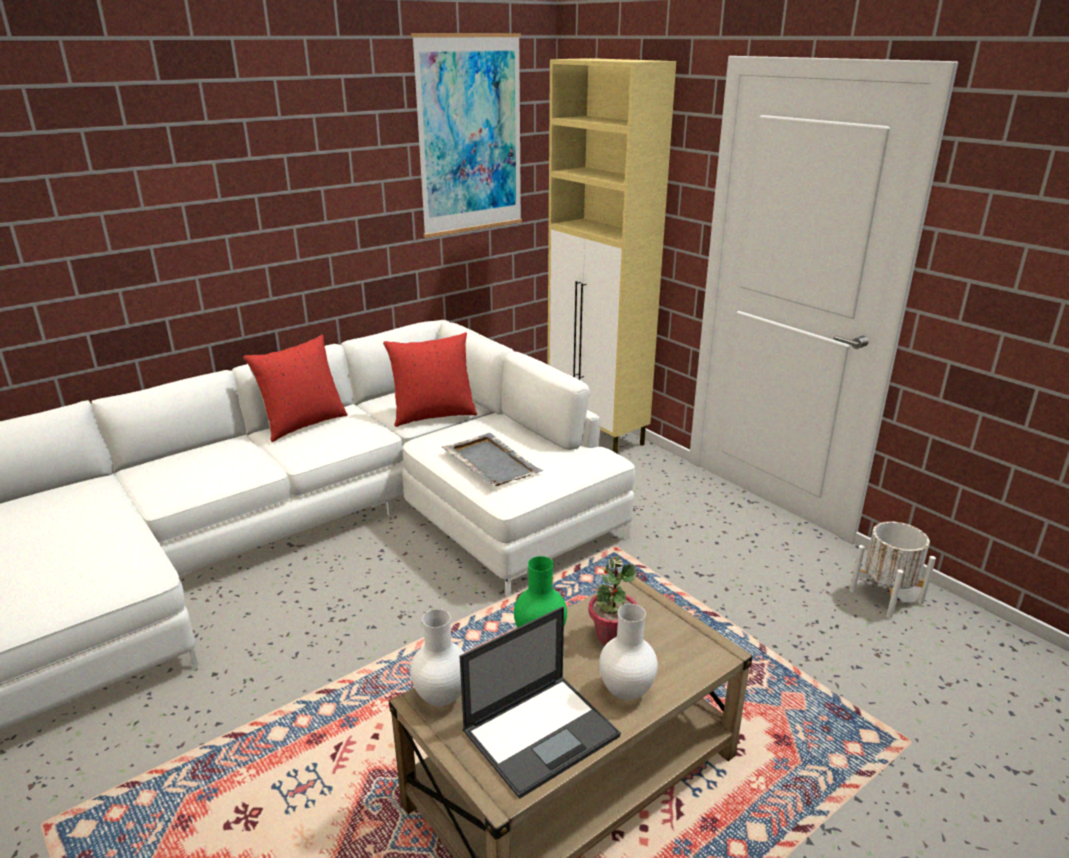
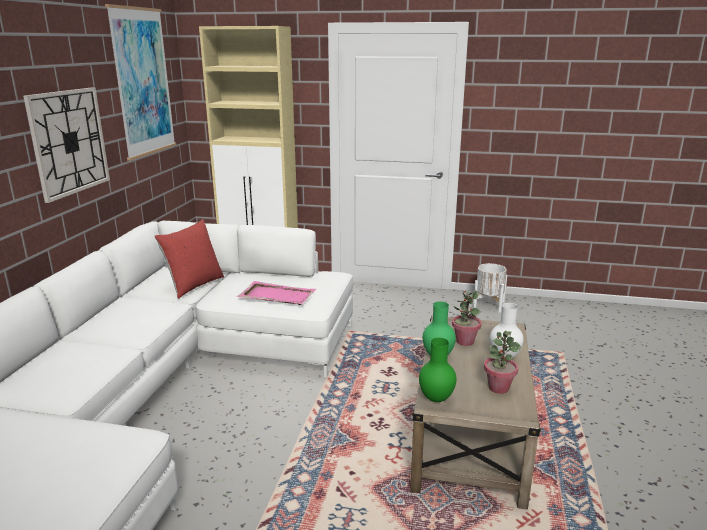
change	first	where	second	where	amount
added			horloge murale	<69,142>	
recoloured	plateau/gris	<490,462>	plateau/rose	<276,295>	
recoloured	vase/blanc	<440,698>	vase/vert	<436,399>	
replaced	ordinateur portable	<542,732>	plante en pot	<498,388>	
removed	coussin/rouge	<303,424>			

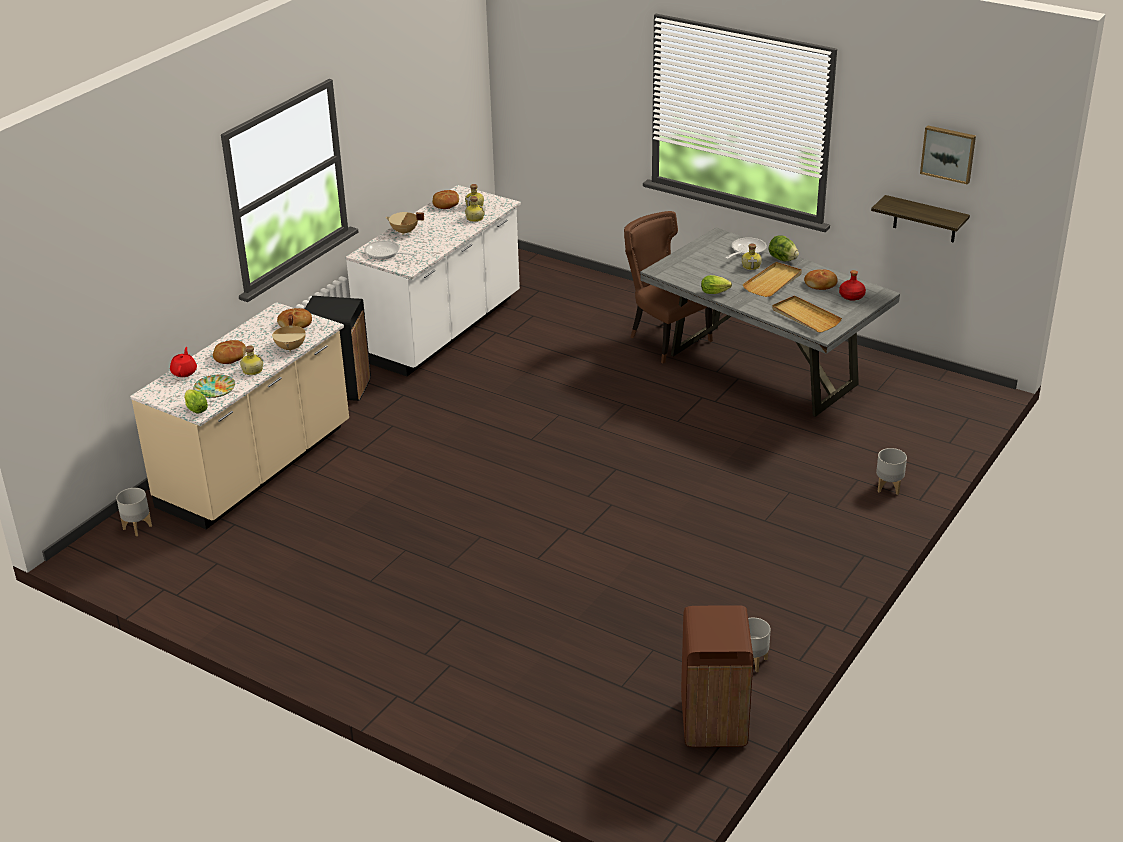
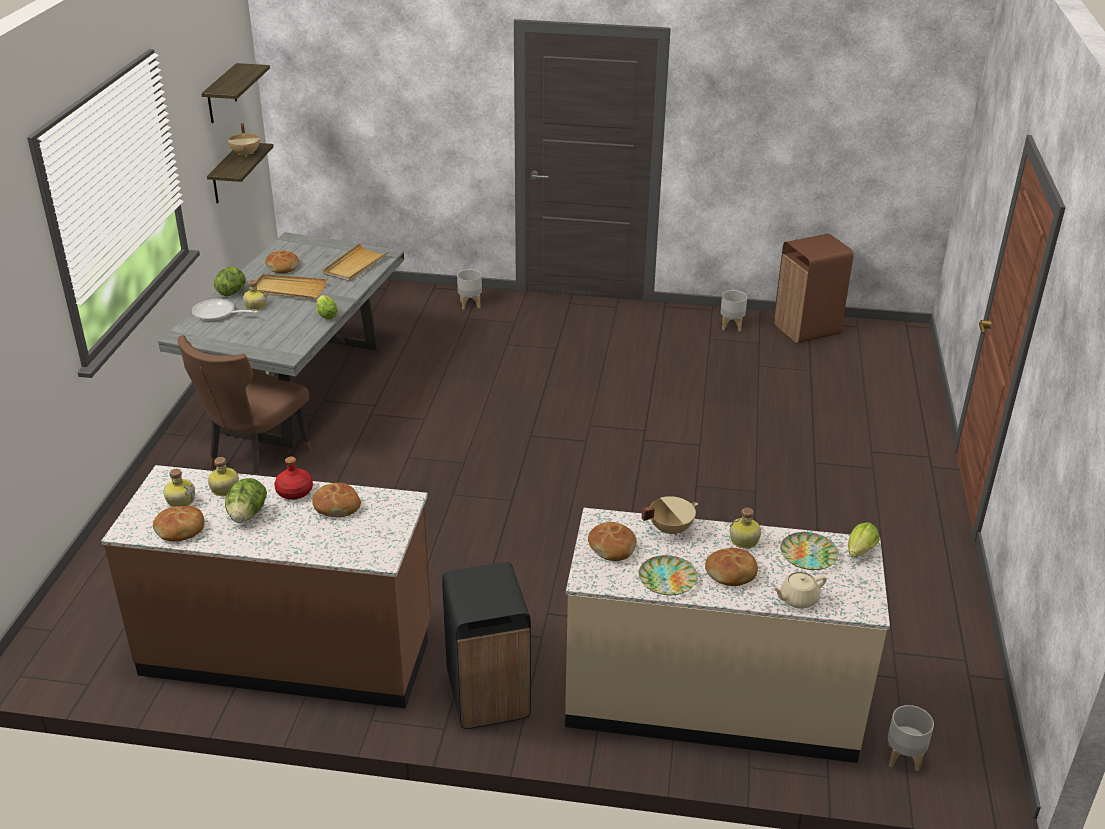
change	first	where	second	where	amount
recoloured	comptoir de cuisine/blanc	<442,330>	comptoir de cuisine/marron	<289,650>	
replaced	tableau	<948,153>	étagère	<221,94>	
added			laitue	<247,515>	
moved	marmite/beige	<404,232>		<246,154>	
moved	bouteille/rouge	<851,296>		<295,491>	
added			pain	<337,506>	
added			assiette	<667,579>	
recoloured	théière/rouge	<184,372>	théière/beige	<797,599>	
removed	poêle	<385,253>			

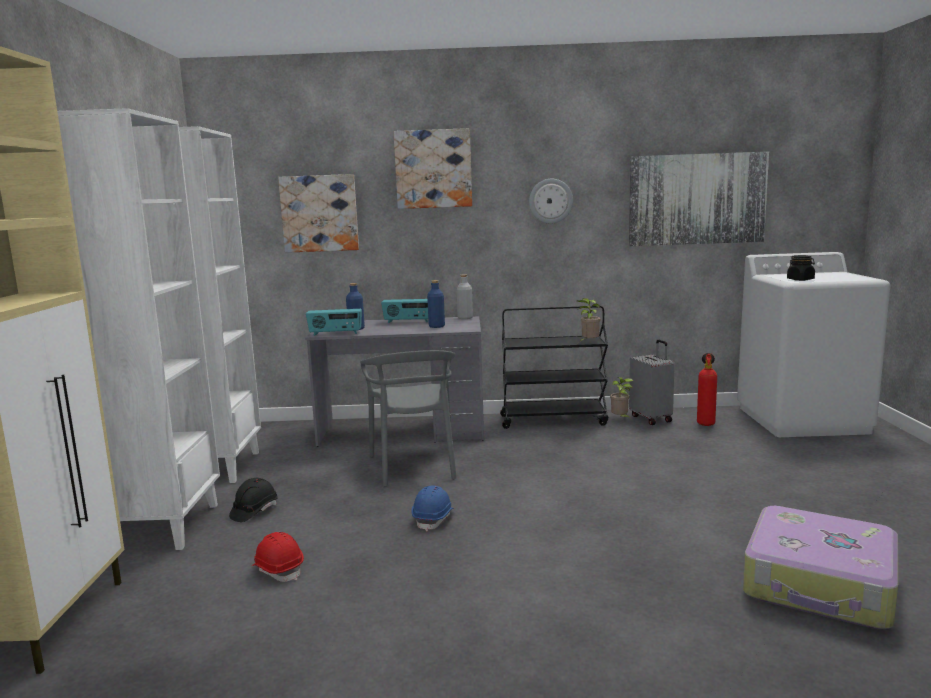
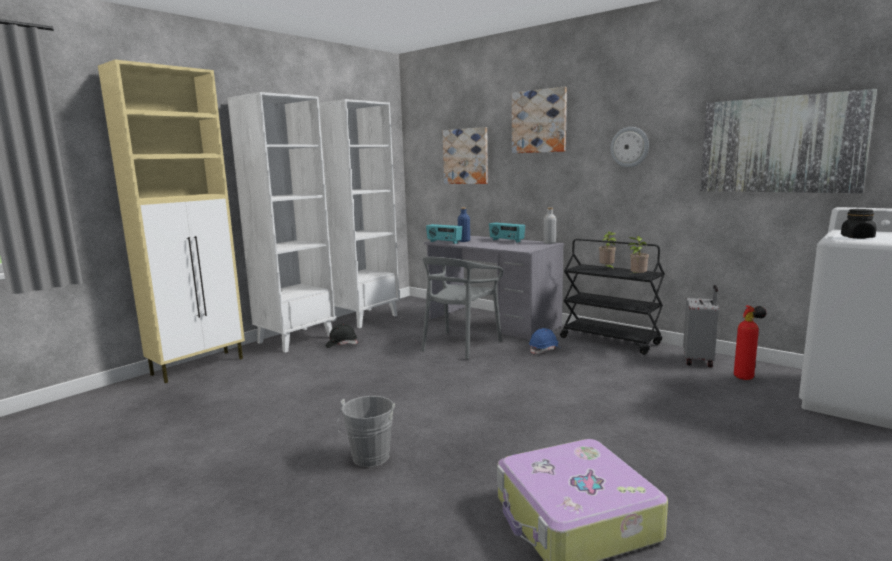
change	first	where	second	where	amount
added			seau/gris	<369,459>	
moved	casque de chantier/bleu	<434,519>		<545,350>	
moved	plante en pot	<620,419>		<607,268>	
removed	casque de chantier/rouge	<278,570>			
removed	bouteille/bleu	<436,326>			

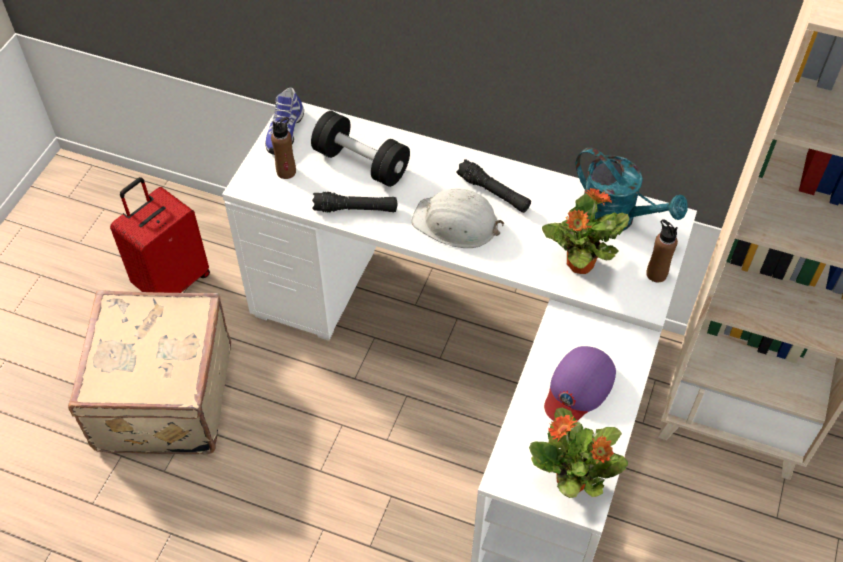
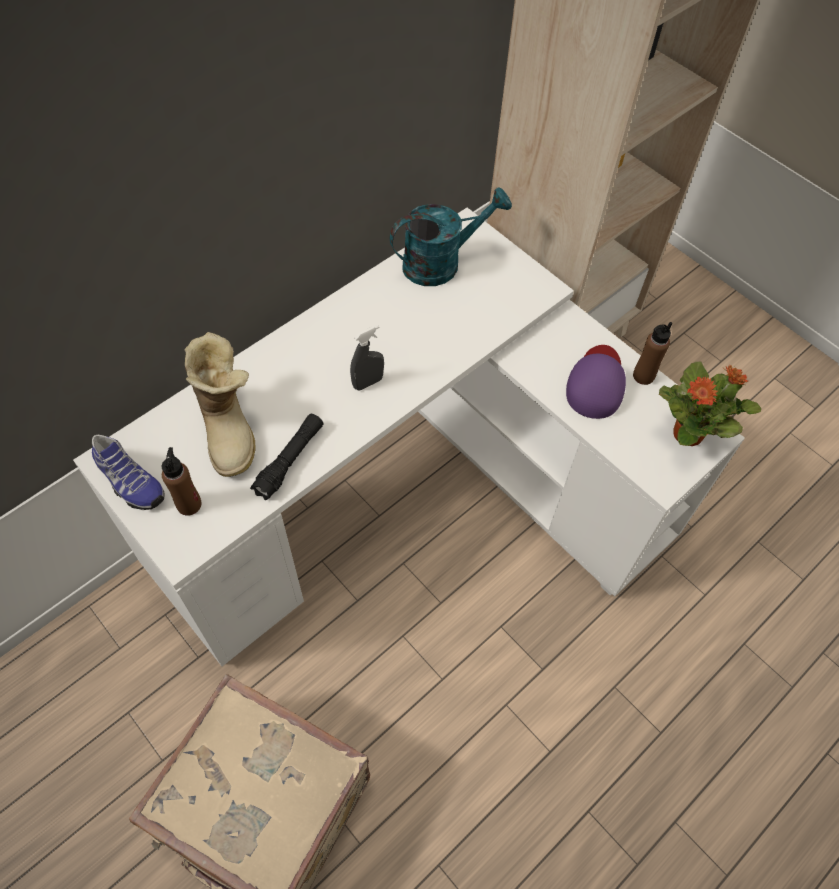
change	first	where	second	where	amount
replaced	haltère/noir	<361,163>	botte	<230,428>	
replaced	casque de chantier/blanc	<456,223>	vaporisateur/gris	<368,382>	
turned	casquette/violet	<578,388>		<596,383>	135 degrees counterclockwise
moved	bouteille/marron	<656,274>		<643,376>	
removed	valise/rouge	<172,281>			
removed	lampe de poche/noir	<493,192>			
removed	plante en pot	<579,264>			

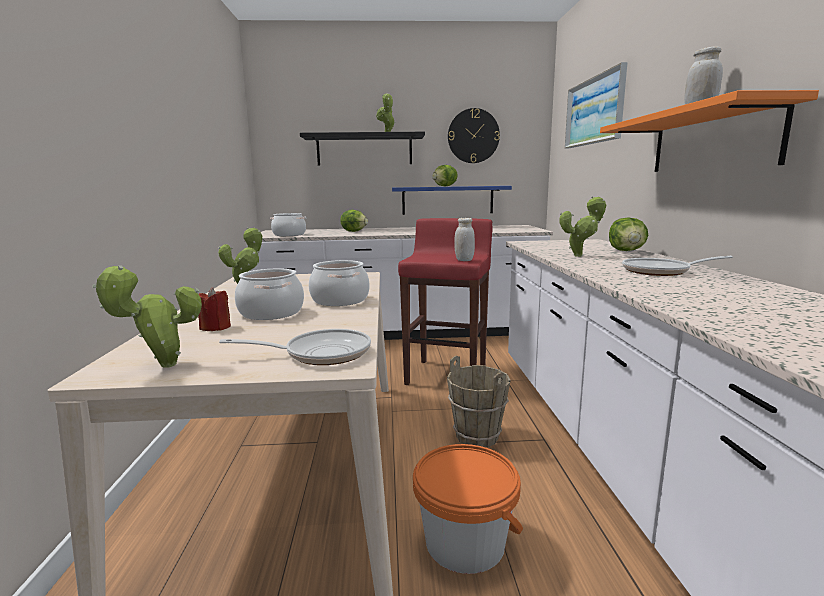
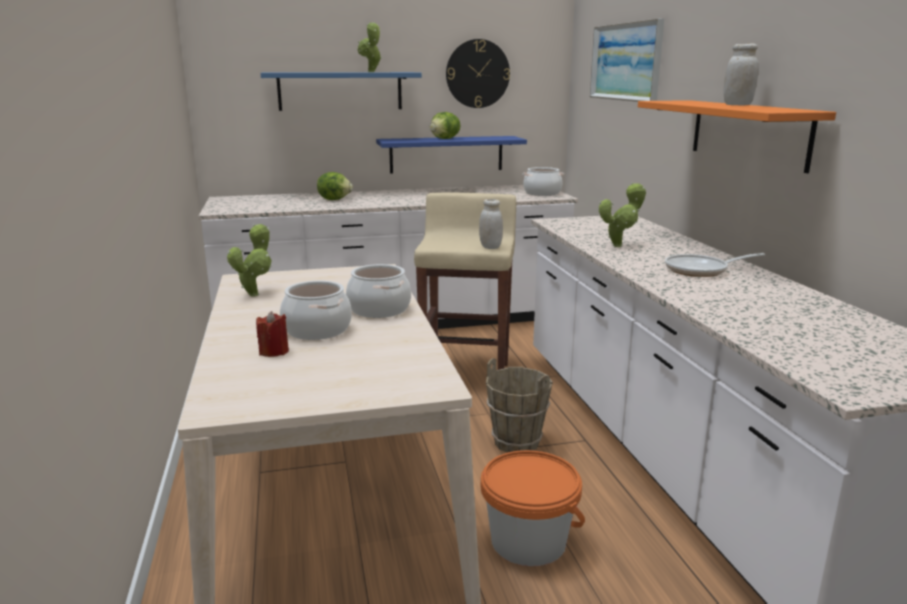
change	first	where	second	where	amount
recoloured	étagère/noir	<364,150>	étagère/bleu	<340,91>	
recoloured	tabouret/rouge	<447,375>	tabouret/beige	<466,376>	
moved	marmite	<289,235>		<542,193>	
removed	plante en pot	<162,366>			
removed	poêle	<320,354>			
removed	laitue	<627,251>			

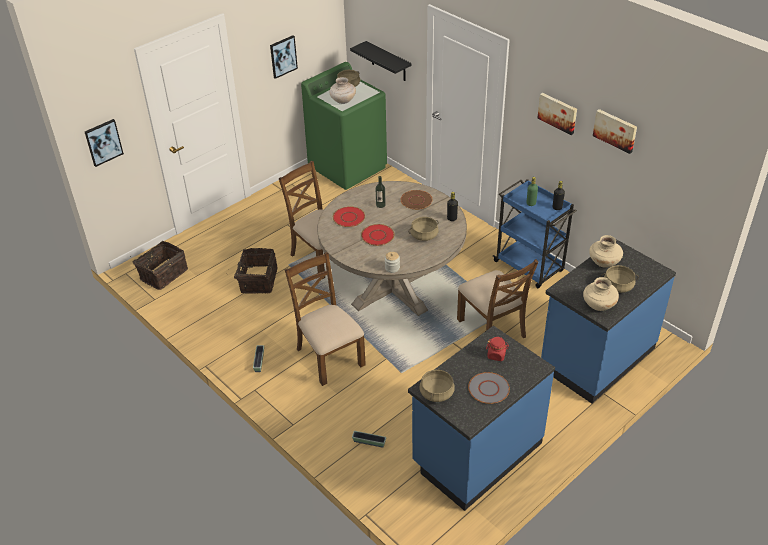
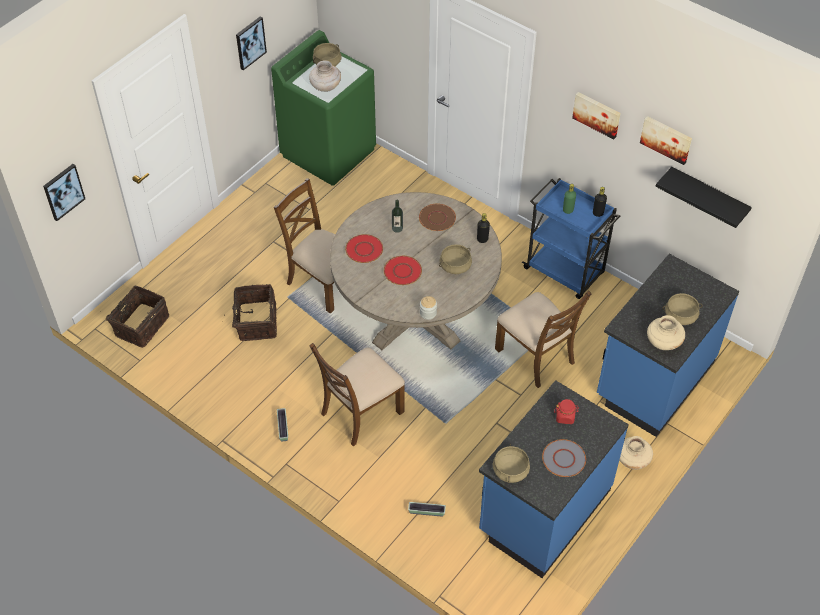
change	first	where	second	where	amount
turned	chaise/marron	<329,356>		<361,412>	90 degrees counterclockwise
moved	vase/beige	<604,262>		<632,460>	
moved	étagère/noir	<388,62>		<708,197>	

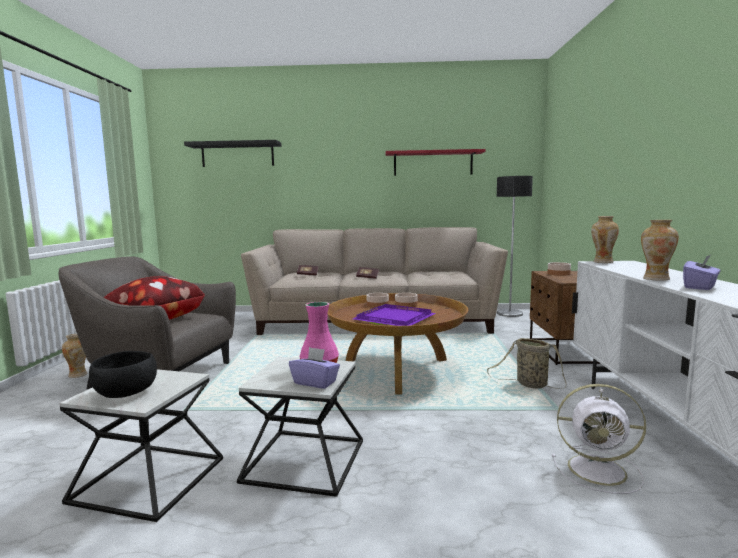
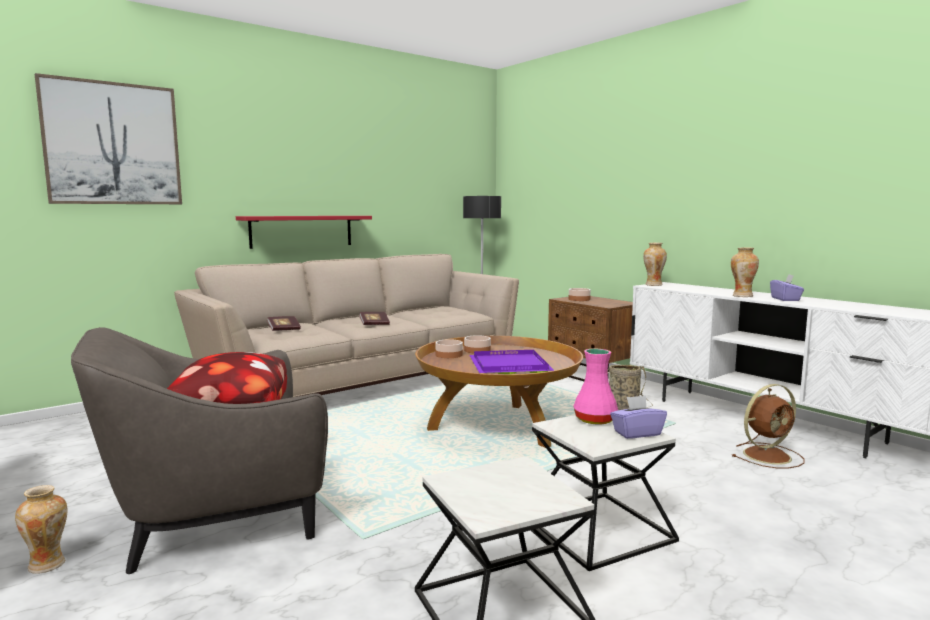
change	first	where	second	where	amount
replaced	étagère/noir	<237,155>	tableau	<113,144>	
moved	étagère/rouge	<433,163>		<302,231>	
recoloured	ventilateur/blanc	<599,470>	ventilateur/marron	<768,455>	
removed	bol/noir	<127,393>			

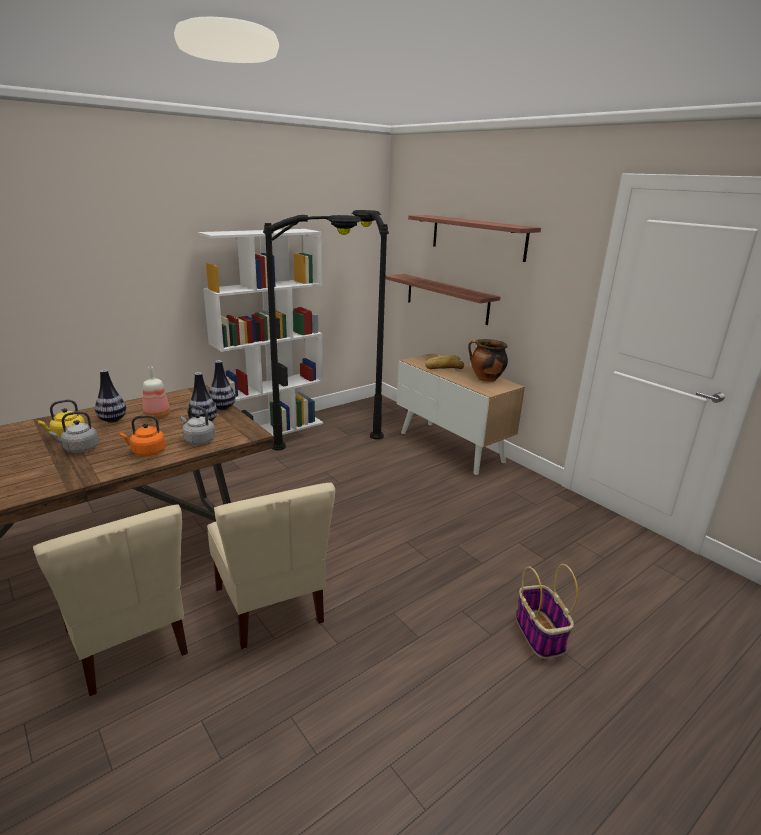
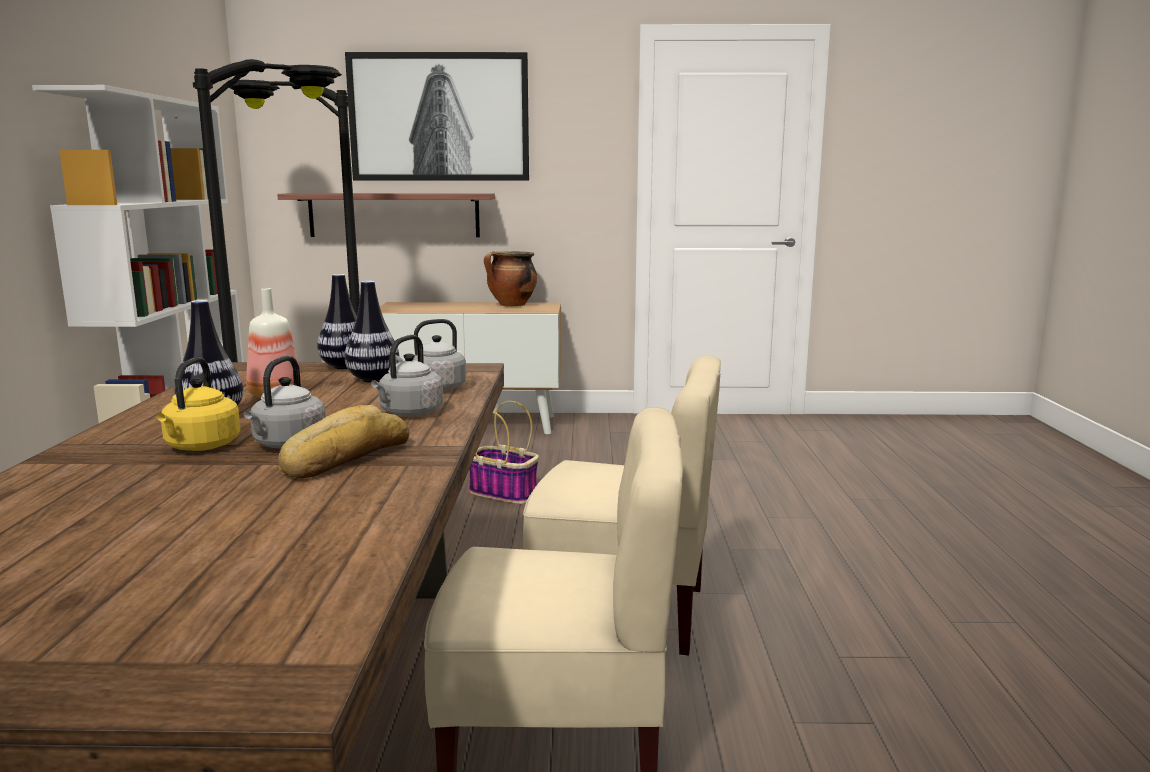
change	first	where	second	where	amount
moved	pain	<444,367>		<343,457>	
replaced	étagère	<477,237>	tableau	<439,117>	
recoloured	bouilloire/orange	<147,452>	bouilloire/gris	<409,413>	
moved	panier	<540,634>		<504,493>	

